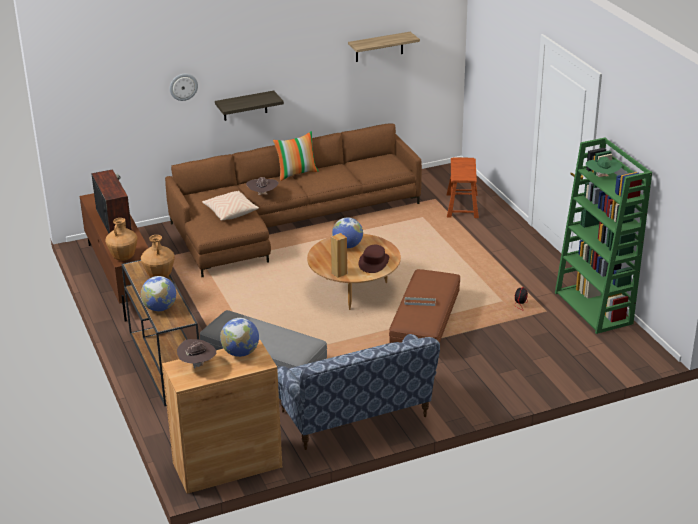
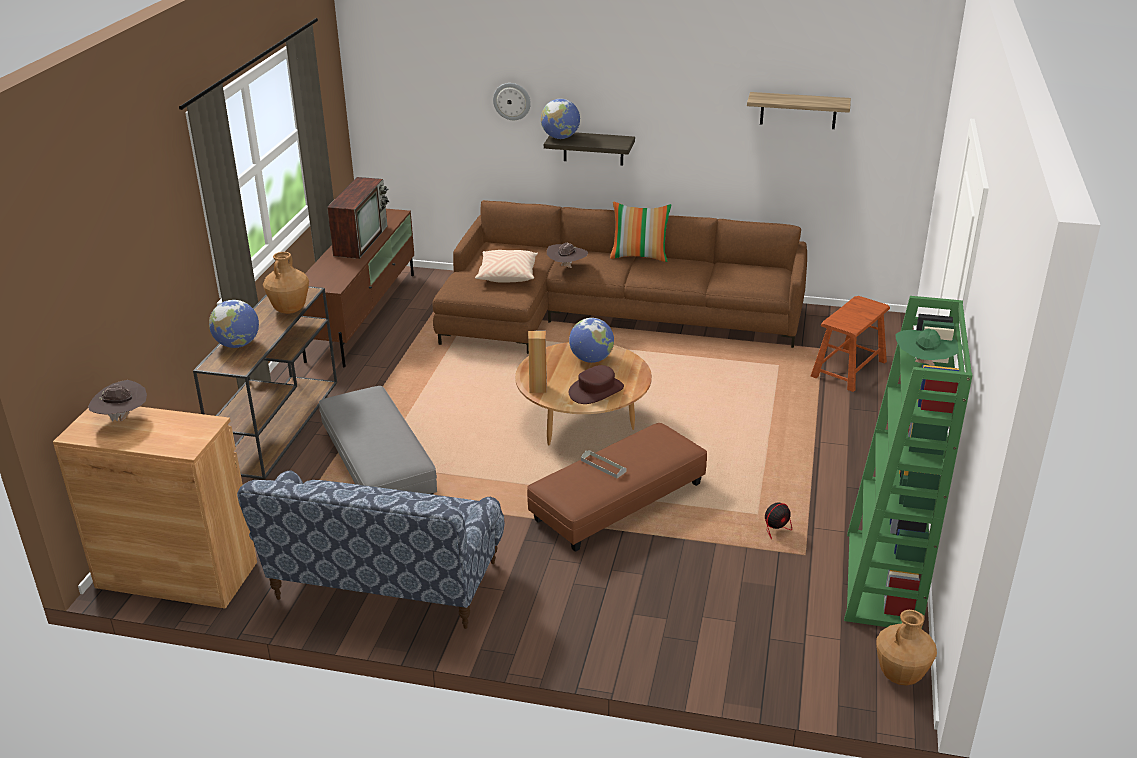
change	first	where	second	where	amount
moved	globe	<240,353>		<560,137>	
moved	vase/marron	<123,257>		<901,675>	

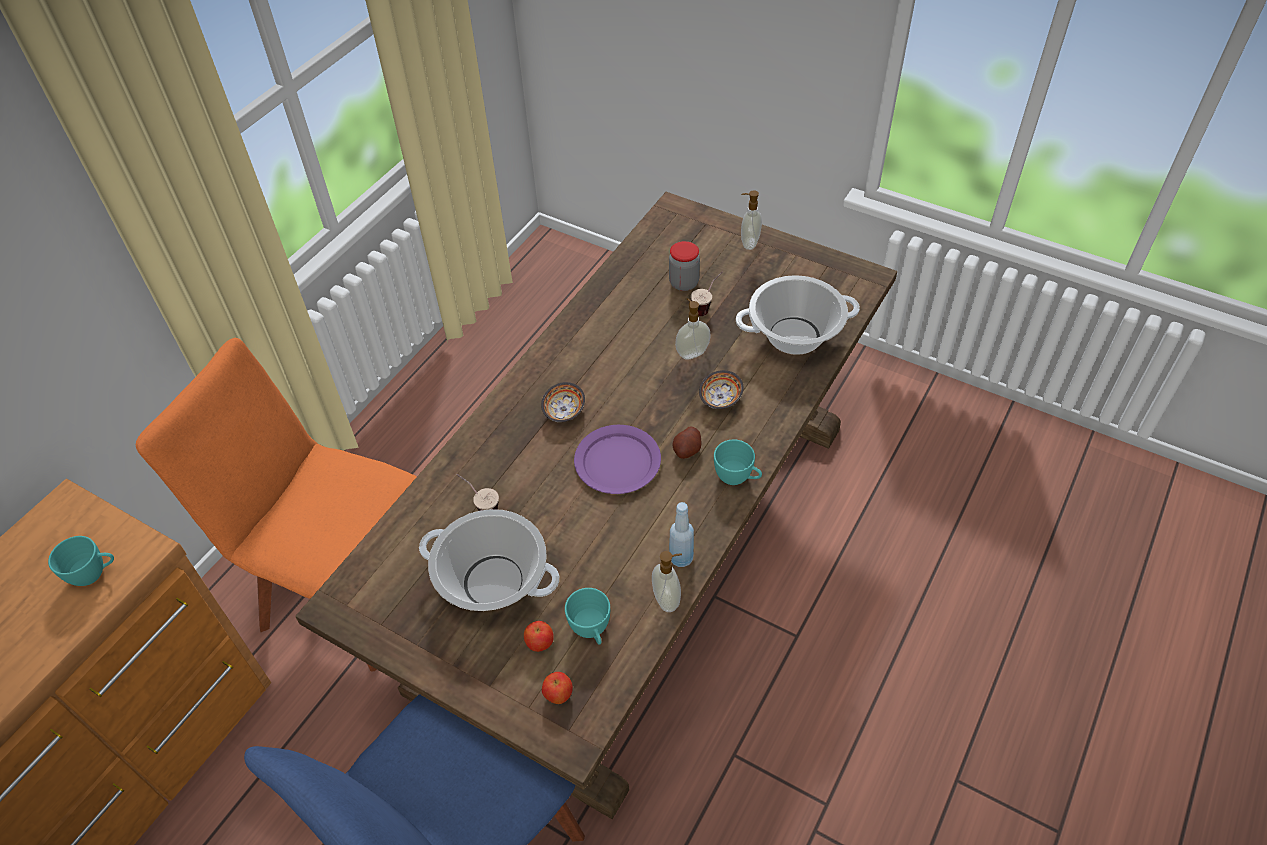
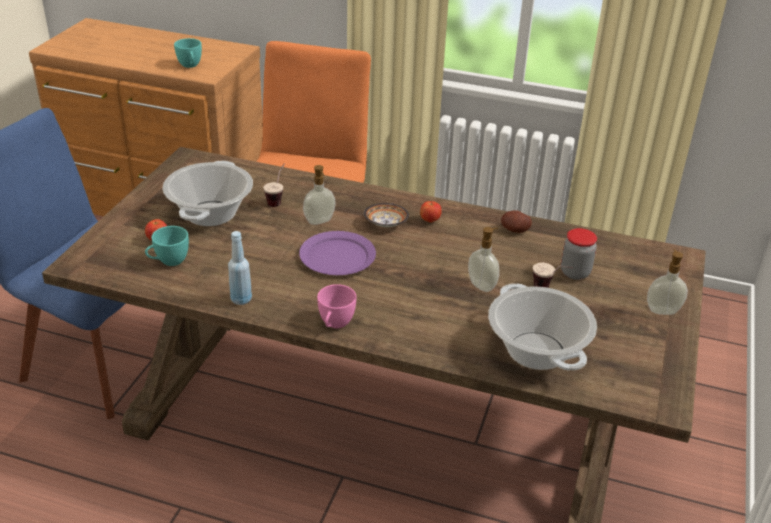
change	first	where	second	where	amount
moved	distributeur de savon	<667,599>		<320,221>	
recoloured	tasse/turquoise	<737,478>	tasse/rose	<335,324>	
moved	pomme	<558,694>		<429,220>	
moved	pomme de terre	<687,450>		<515,230>	
removed	bol	<720,398>			

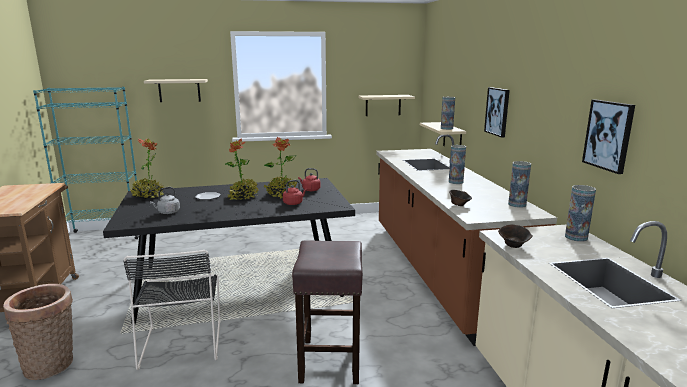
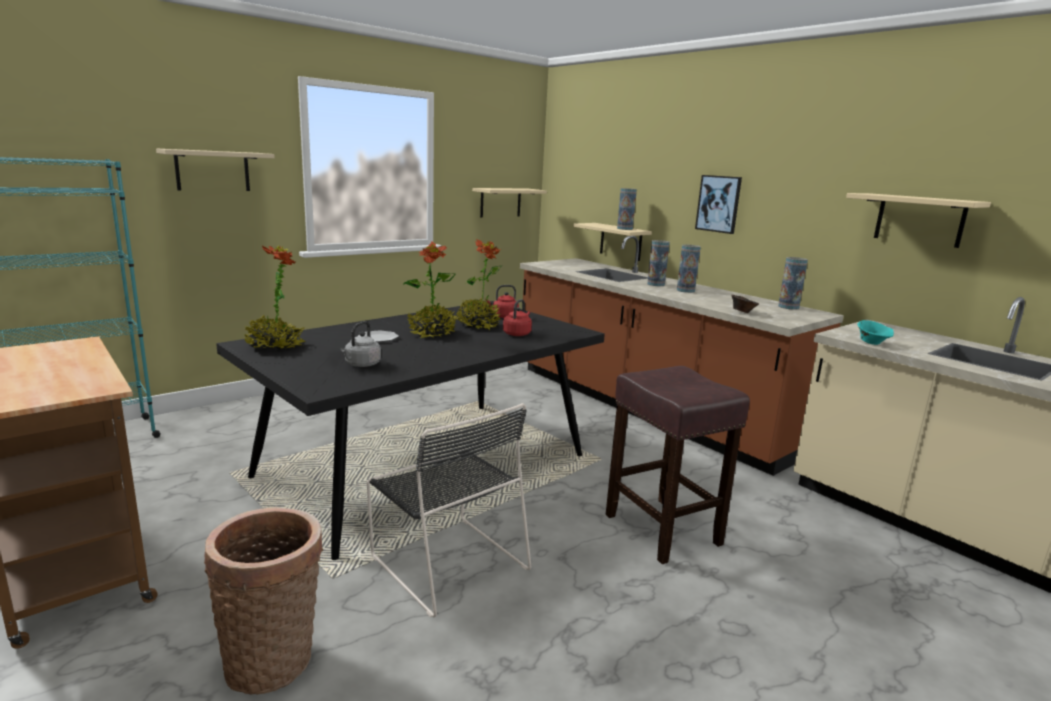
change	first	where	second	where	amount
moved	vase	<576,237>		<655,284>	
replaced	tableau	<609,135>	étagère/beige	<919,220>	
recoloured	bol/marron	<514,246>	bol/turquoise	<872,343>	

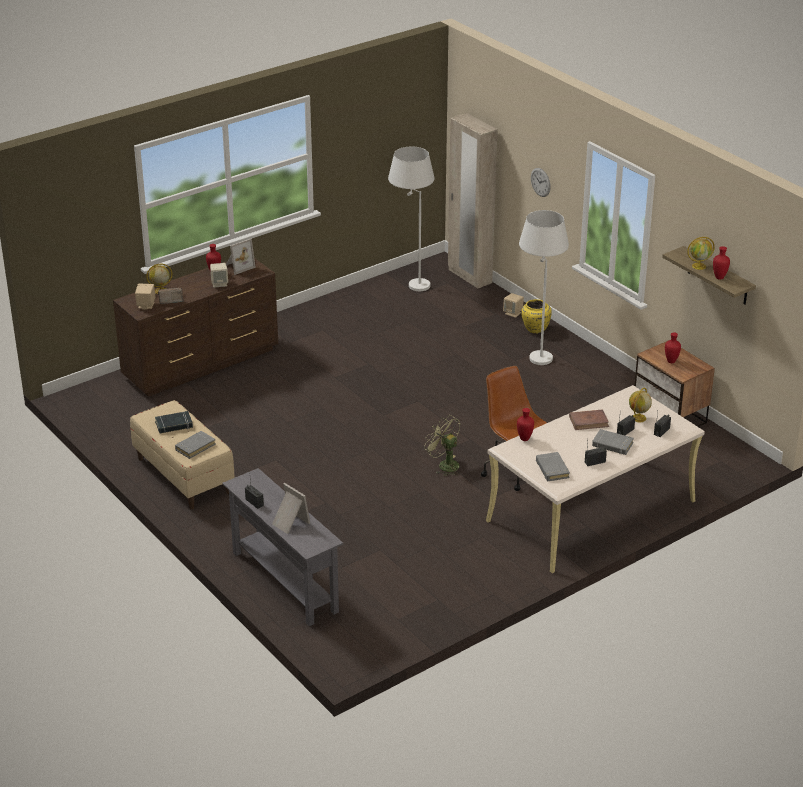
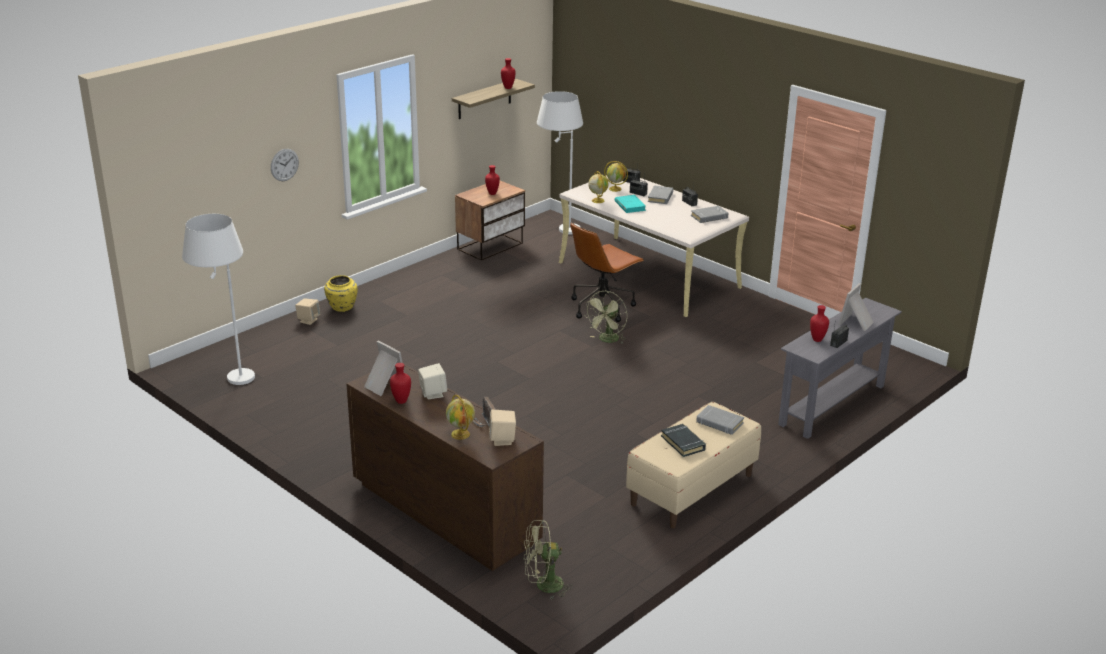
change	first	where	second	where	amount
added			ventilateur/vert	<543,586>	
moved	lampadaire/blanc	<538,352>		<558,231>	
moved	globe	<699,266>		<597,200>	
recoloured	livre/marron	<589,421>	livre/turquoise	<630,206>	
moved	vase/rouge	<524,439>		<817,340>	
removed	armoire/beige	<469,276>			

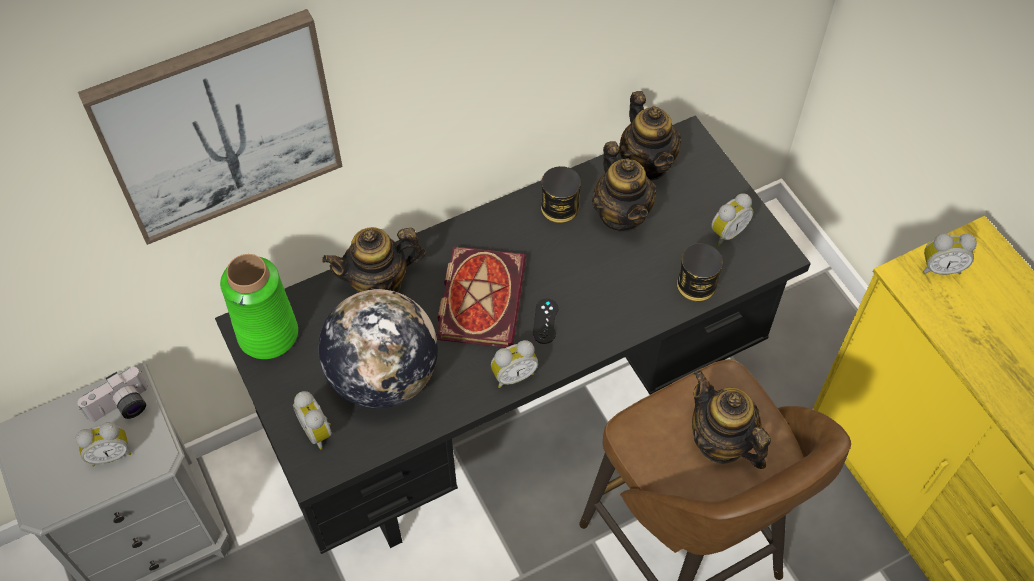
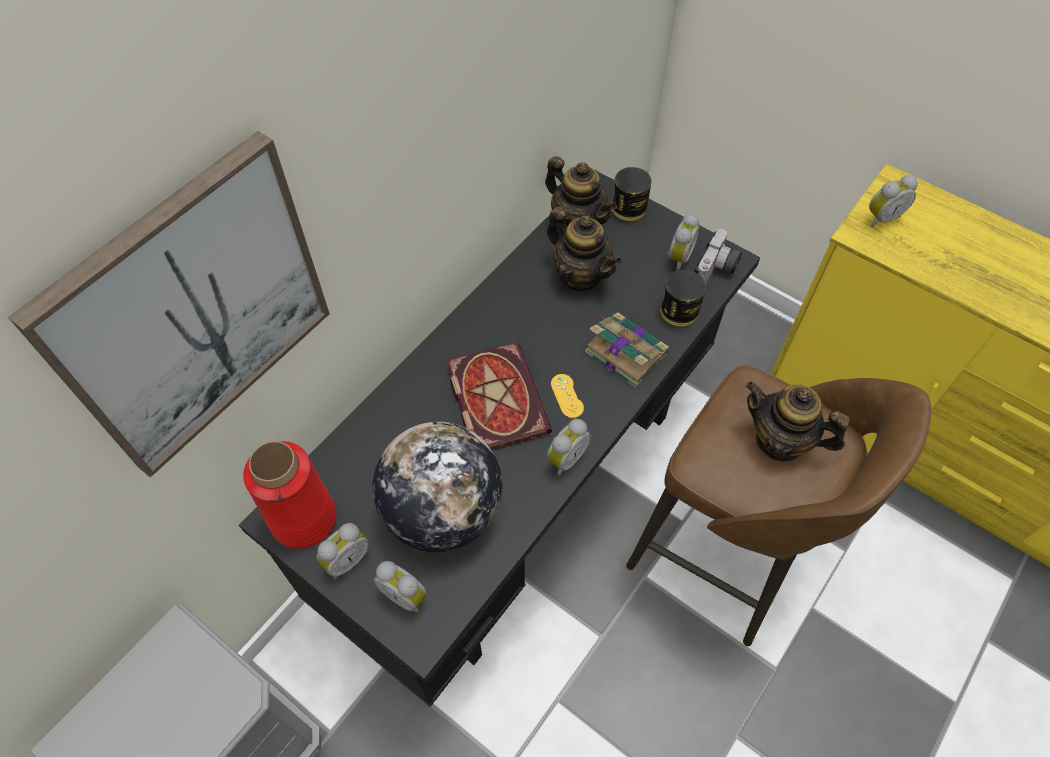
change	first	where	second	where	amount
recoloured	vase/vert	<268,334>	vase/rouge	<304,518>	
moved	réveil	<110,453>		<346,559>	
recoloured	manette/noir	<545,321>	manette/jaune	<567,396>	
added			livre	<624,351>	
moved	boîte métallique	<559,207>		<629,208>	
moved	appareil photo	<122,408>		<716,271>	
removed	théière	<379,284>			

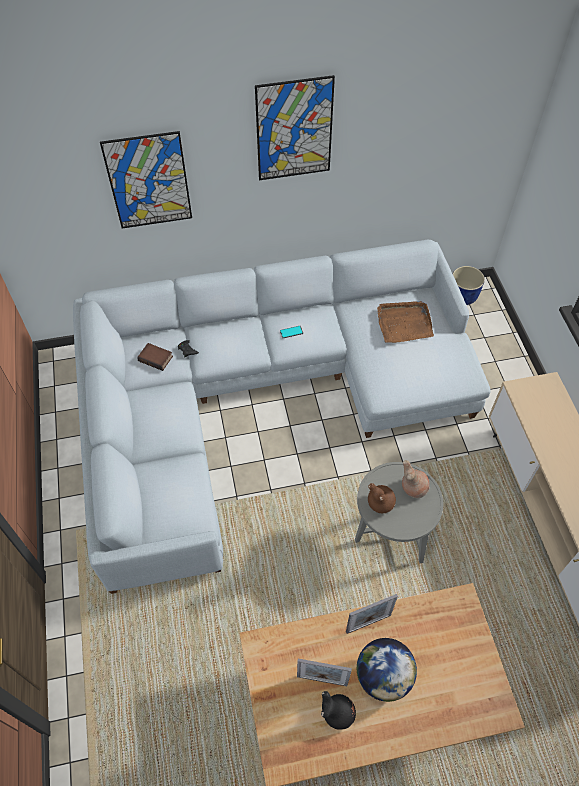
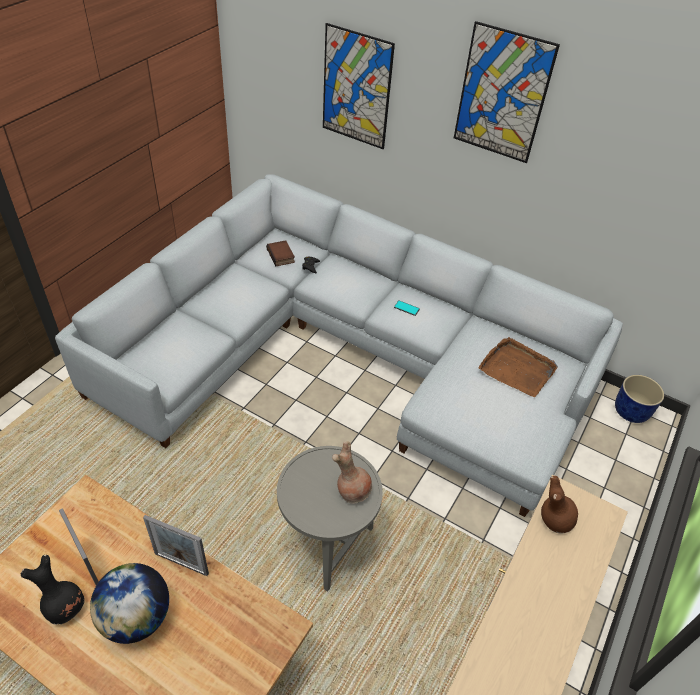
change	first	where	second	where	amount
moved	vase/marron	<379,504>		<553,520>	

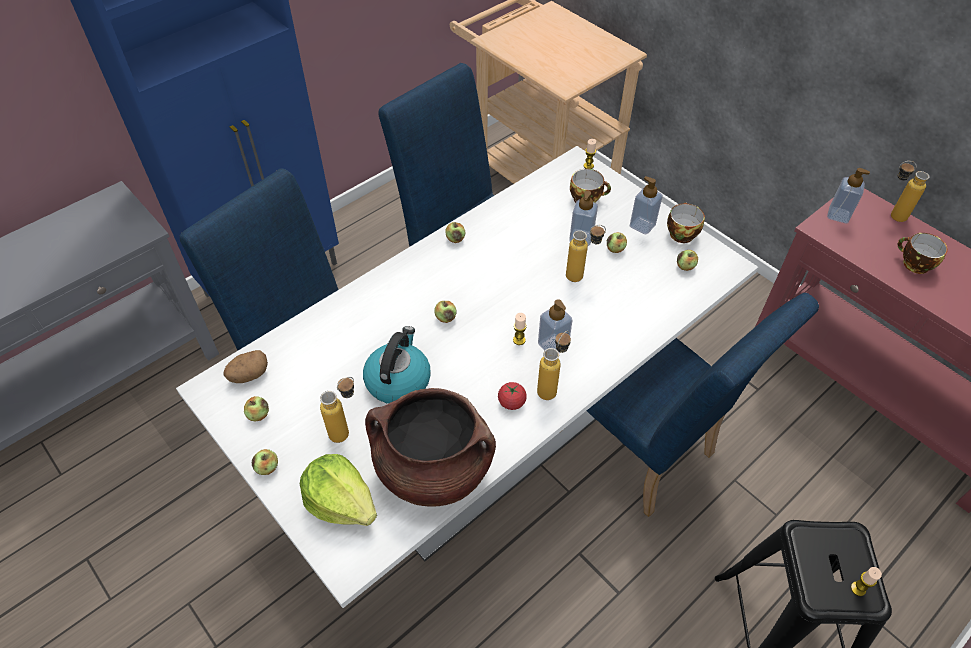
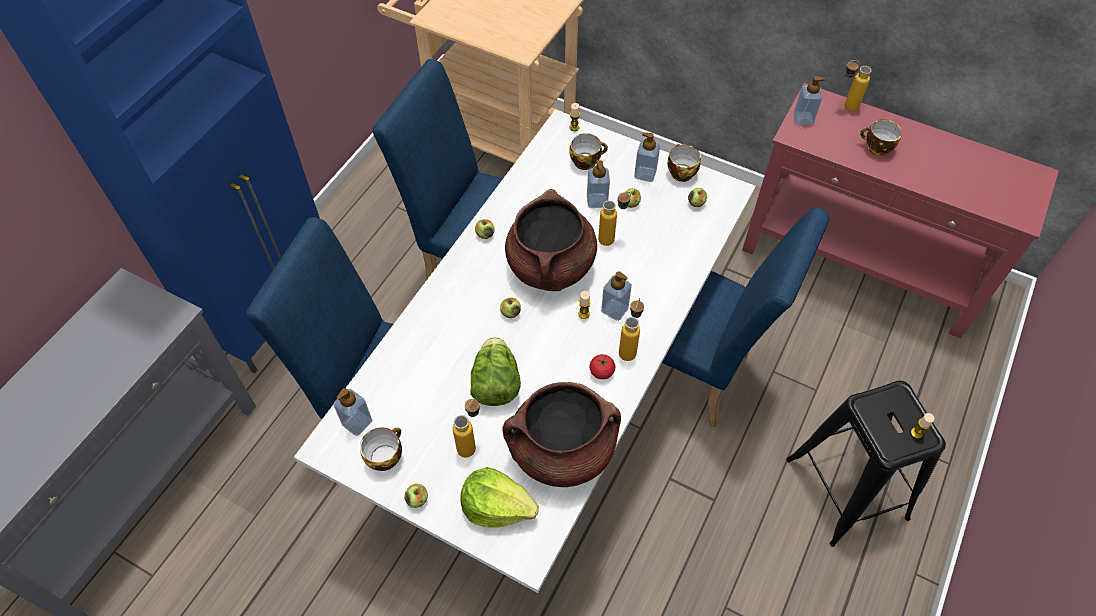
change	first	where	second	where	amount
replaced	pomme de terre	<249,375>	distributeur de savon	<357,422>	
replaced	pomme	<258,414>	tasse	<385,455>	
replaced	bouilloire	<398,380>	laitue	<495,383>	
added			marmite/marron	<551,266>	

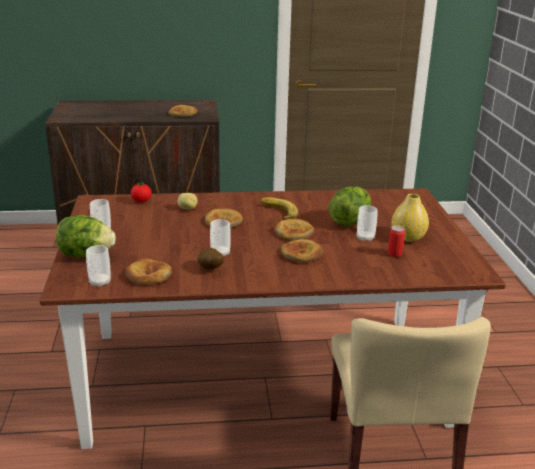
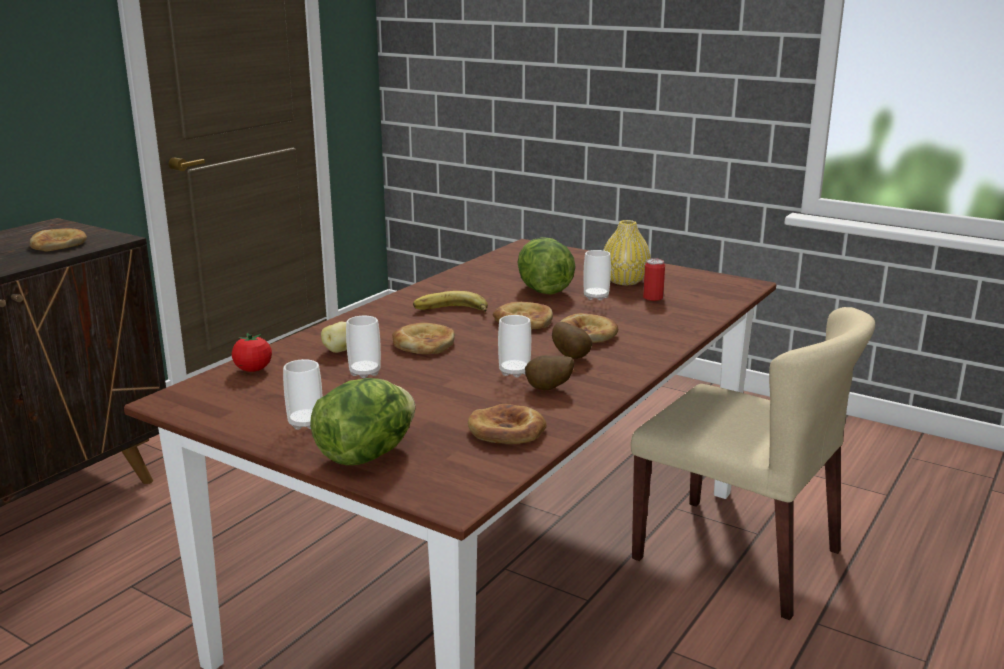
change	first	where	second	where	amount
moved	tasse	<100,282>		<365,372>	
added			pomme de terre	<572,356>	

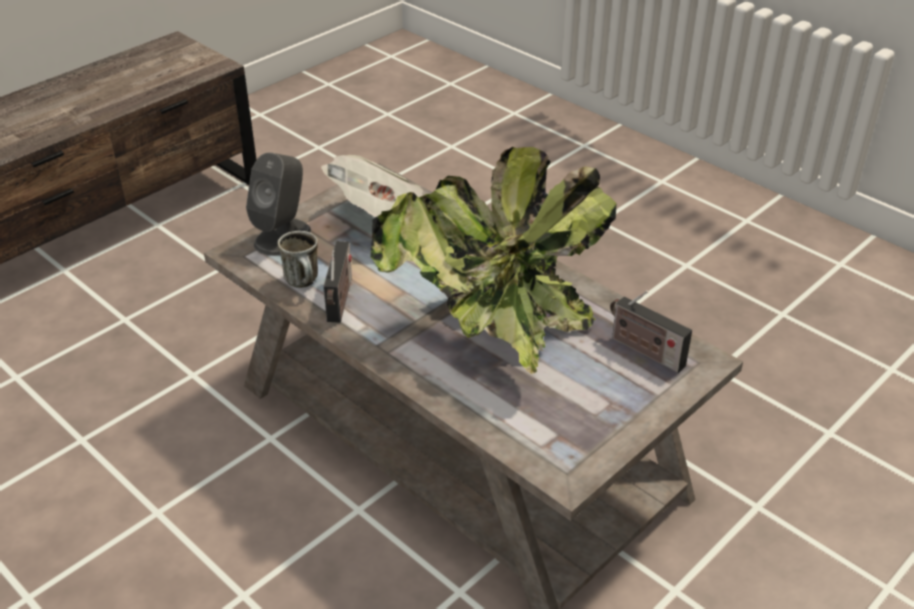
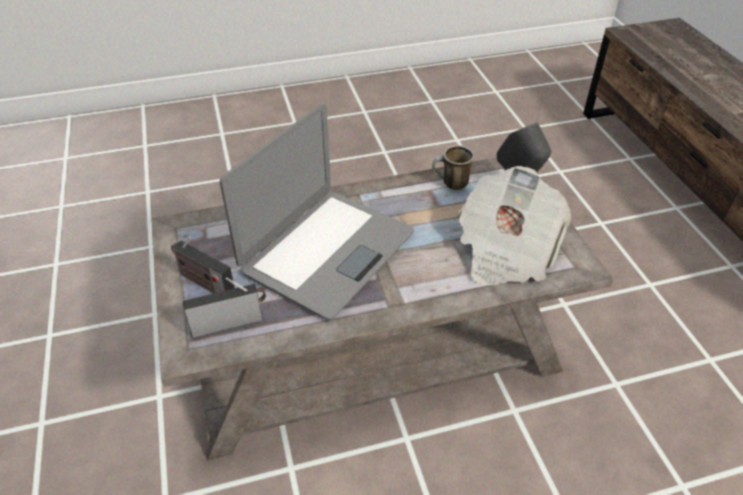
change	first	where	second	where	amount
moved	radio	<340,301>		<204,283>	
replaced	plante en pot	<492,329>	ordinateur portable	<327,252>	

